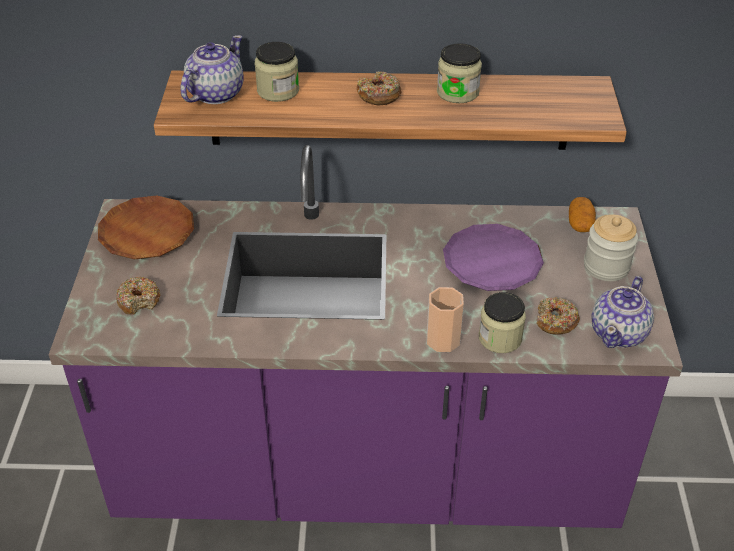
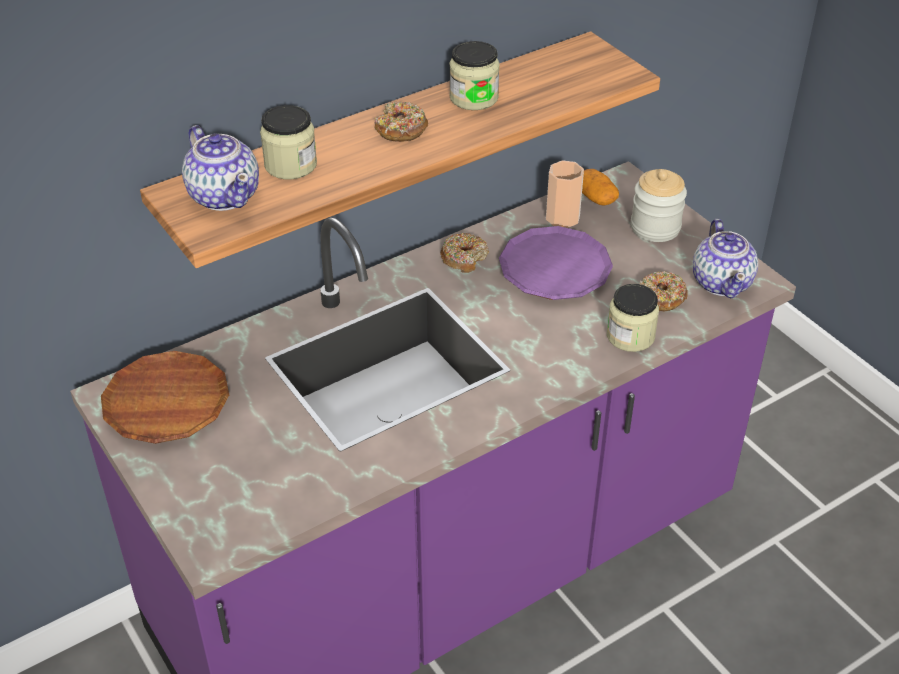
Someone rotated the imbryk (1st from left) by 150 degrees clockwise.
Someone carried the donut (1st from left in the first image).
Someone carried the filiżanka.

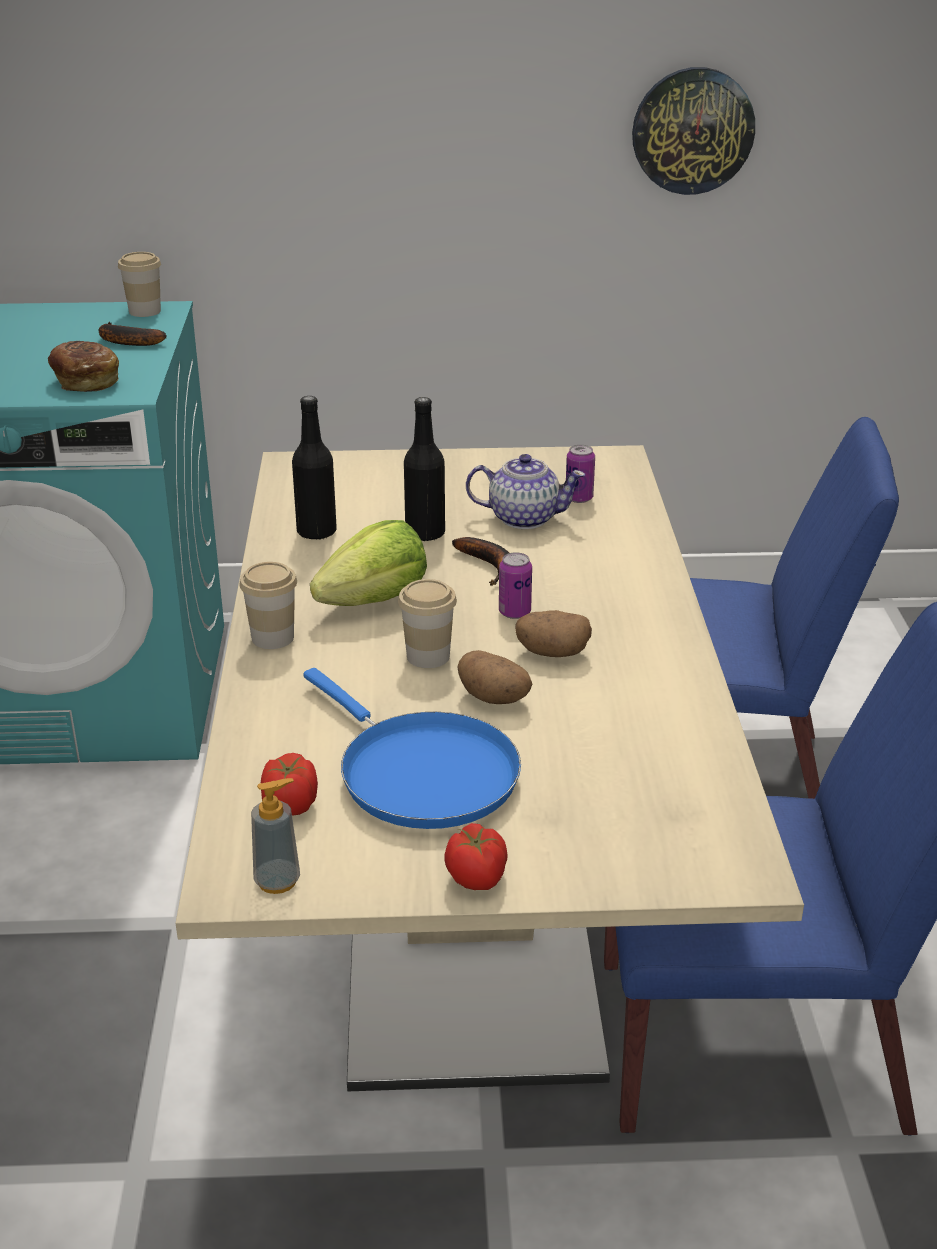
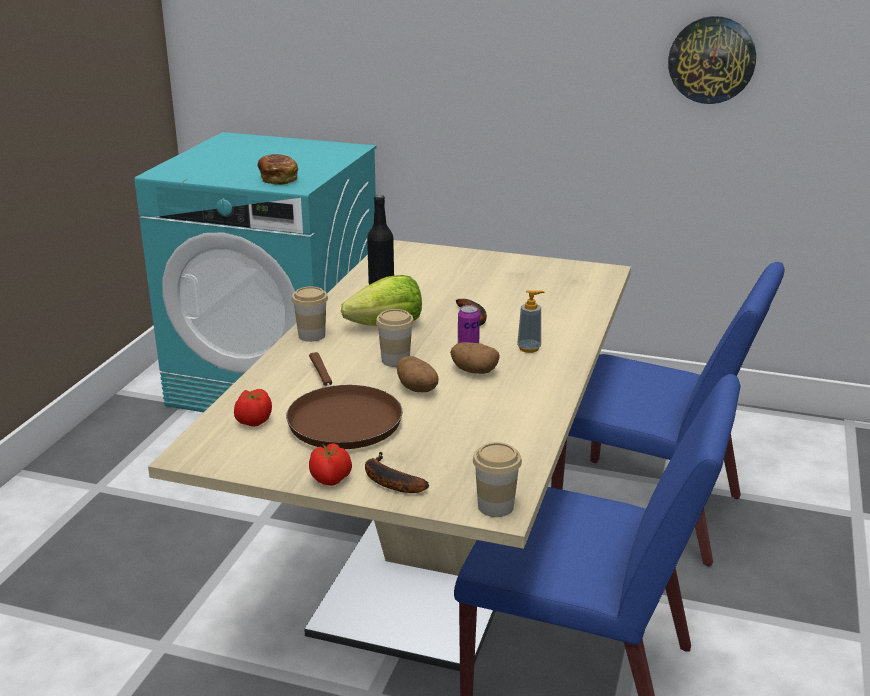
Someone carried the filiżanka (1st from left in the first image).
Someone carried the banan (1st from left).
Someone took away the butelka [czarny] (2nd from left).
Someone took away the puszka (2nd from left).
Someone took away the imbryk.
Someone repainted the patelnia [niebieski], which became the patelnia [brązowy].
Someone carried the dozownik mydła.

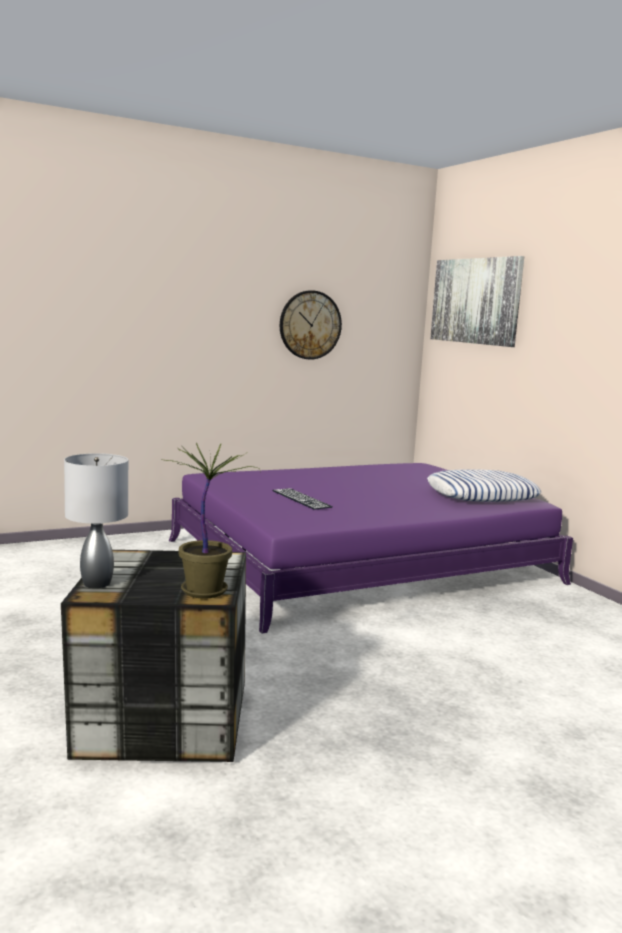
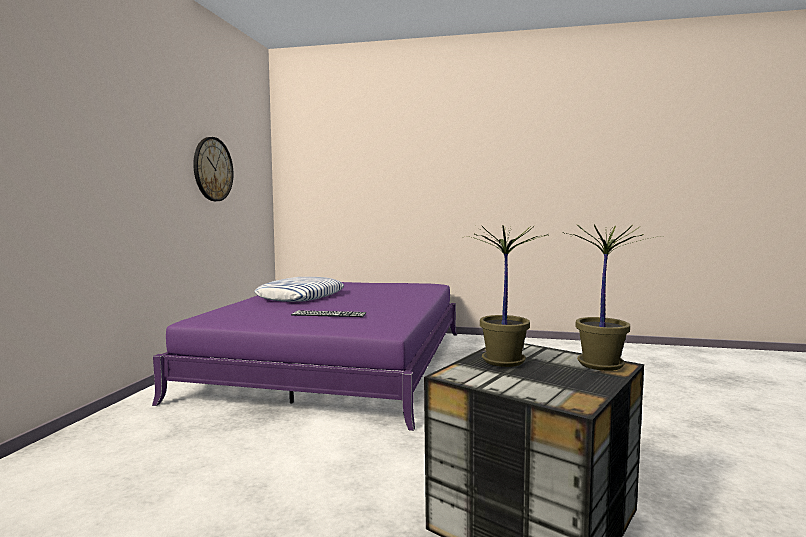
Someone took away the obraz.
Someone took away the lampa stołowa [szary].
Someone carried the poduszka.
Someone put down the roślina doniczkowa (1st from left).

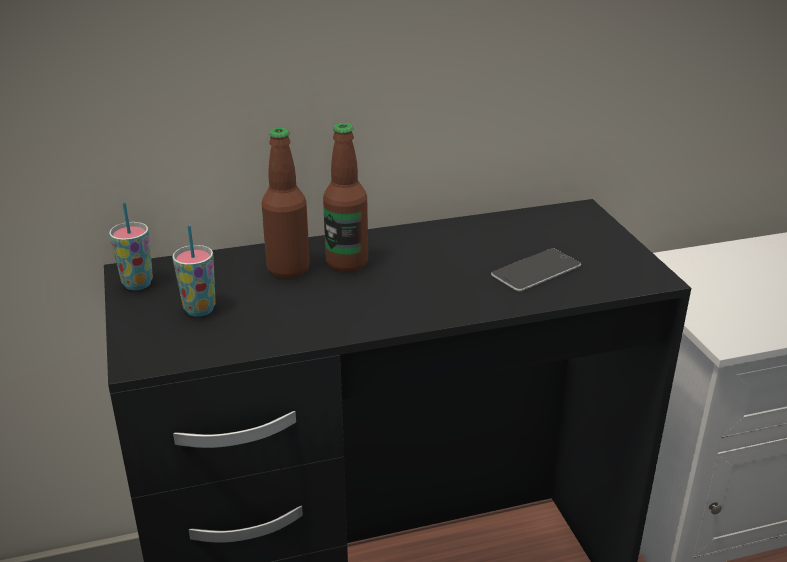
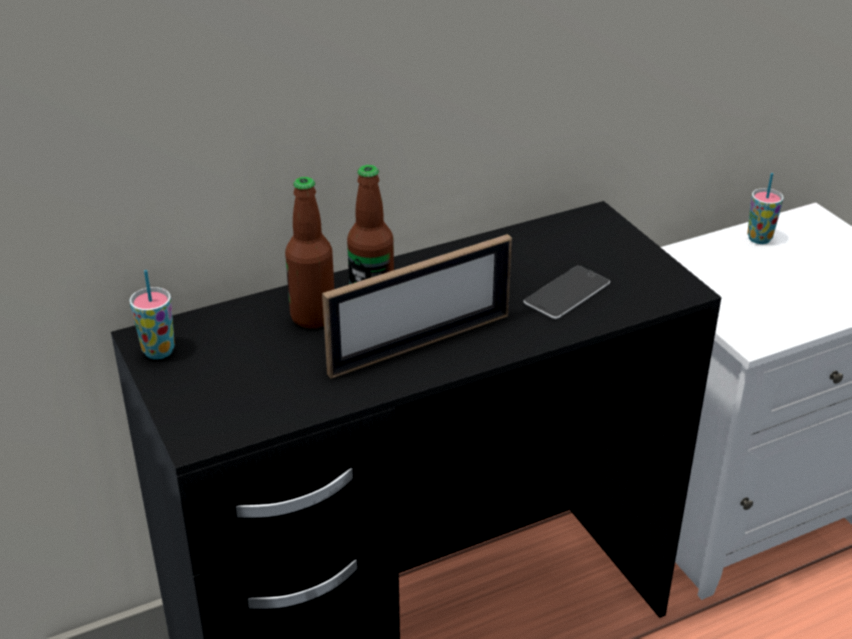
Someone carried the filiżanka (2nd from left).
Someone put down the ramka na zdjęcie.

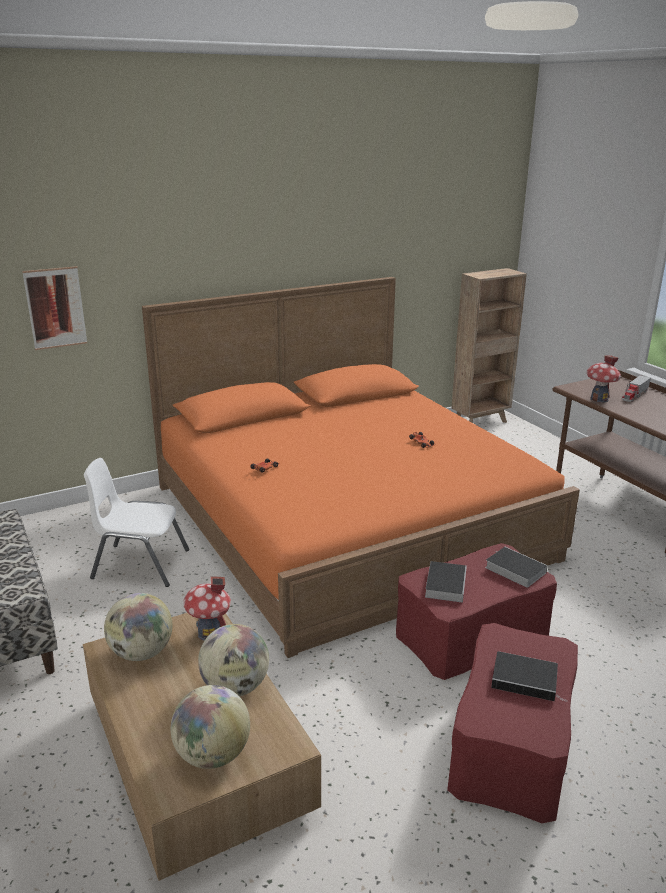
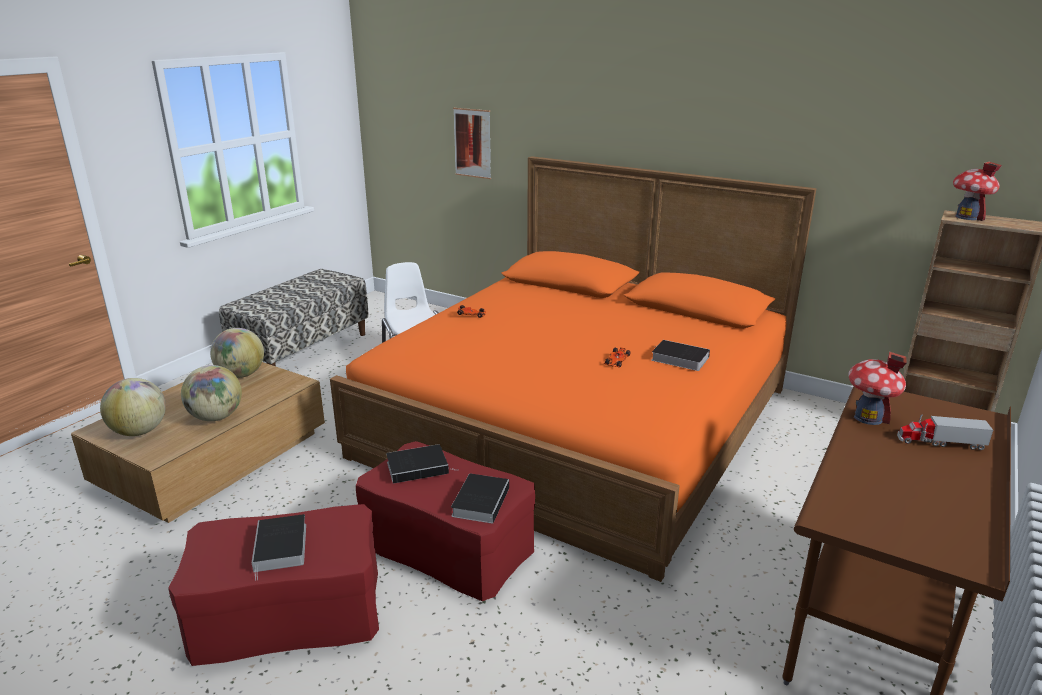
Someone carried the domek (1st from left in the first image).
Someone put down the książka (4th from left).

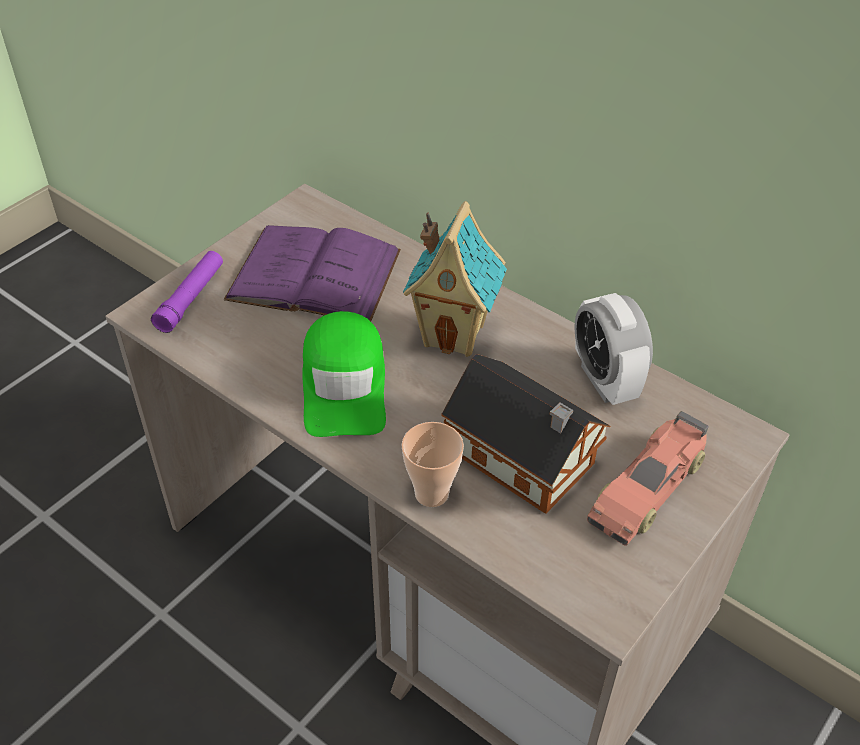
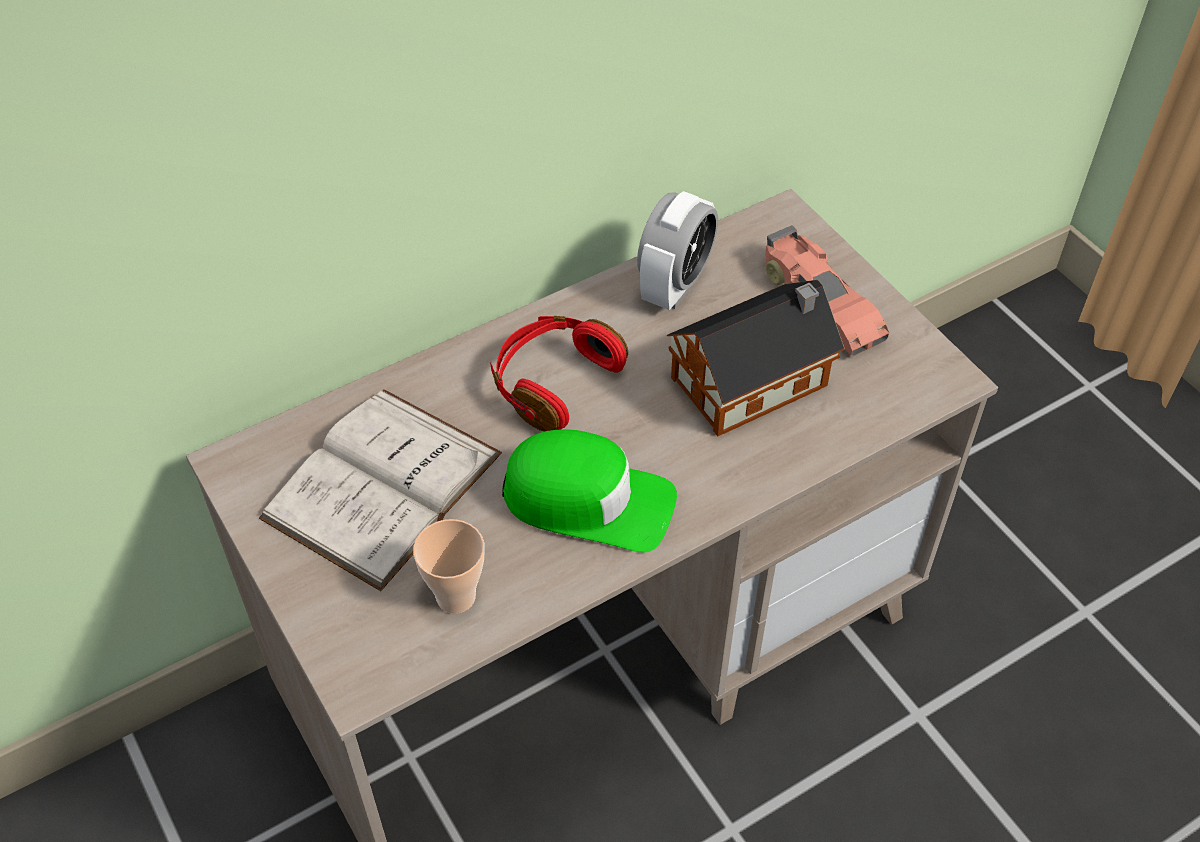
Someone swapped the domek (1st from left) for the słuchawki [czerwony].
Someone repainted the książka [fioletowy], which became the książka [biały].
Someone took away the latarka [fioletowy].
Someone rotated the budzik by 60 degrees counterclockwise.
Someone carried the filiżanka.

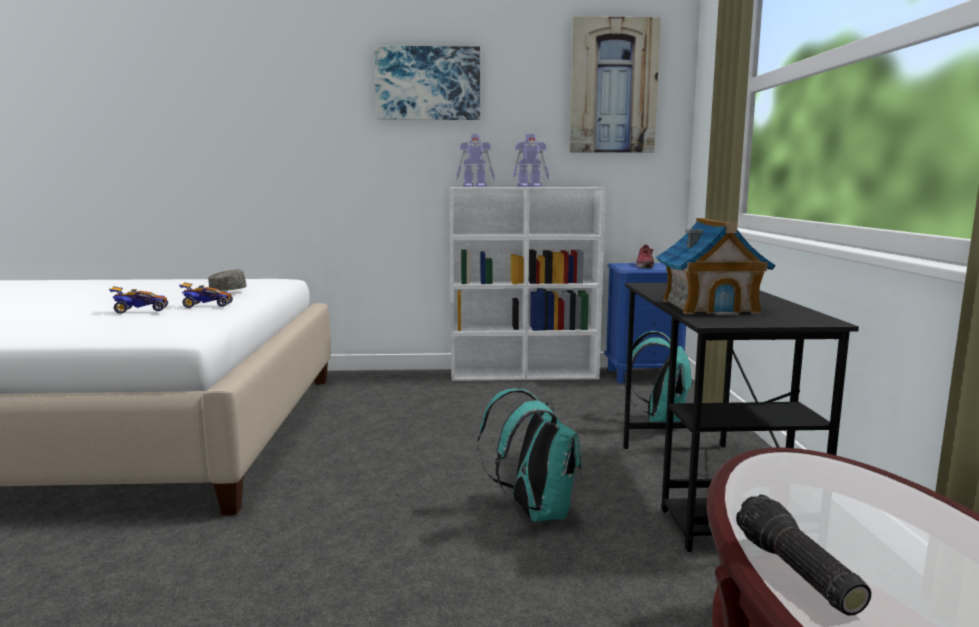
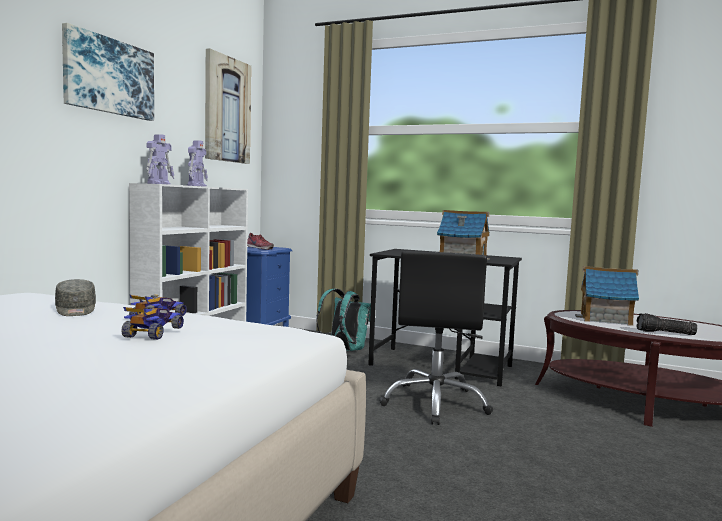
Someone swapped the plecak [turkusowy] (1st from left) for the krzesło biurowe [czarny].
Someone put down the domek (2nd from left).

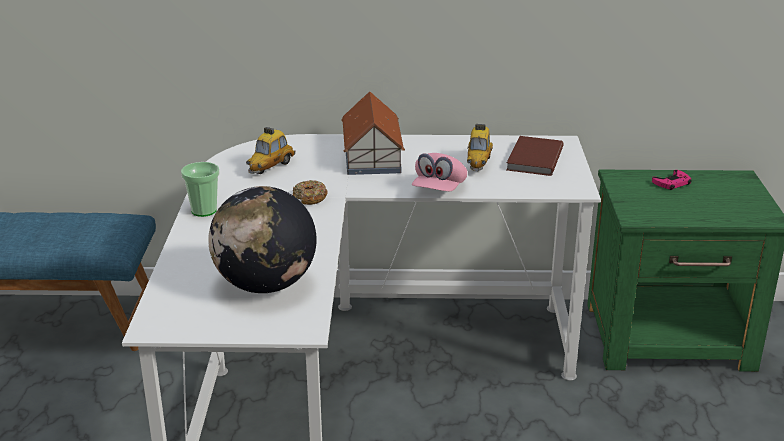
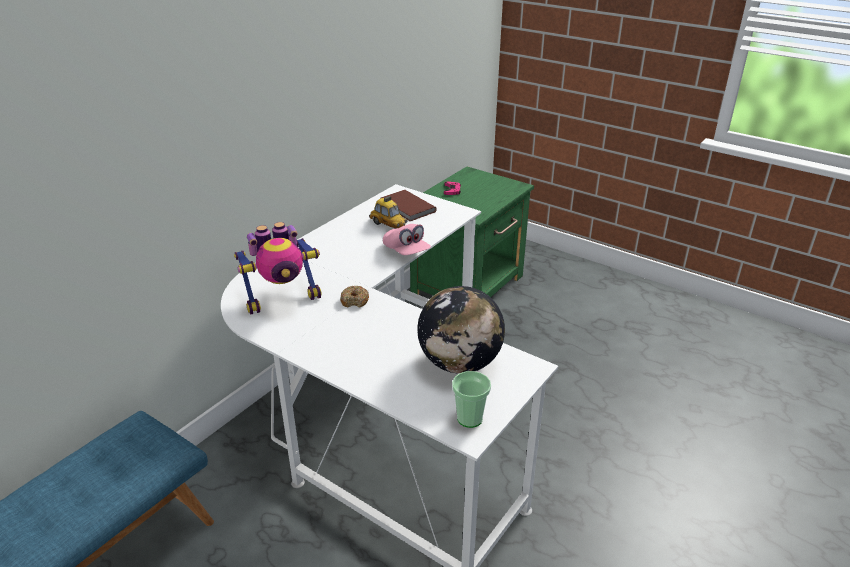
Someone took away the domek.
Someone swapped the samochodzik (1st from left) for the robot zabawkowy.
Someone carried the filiżanka.

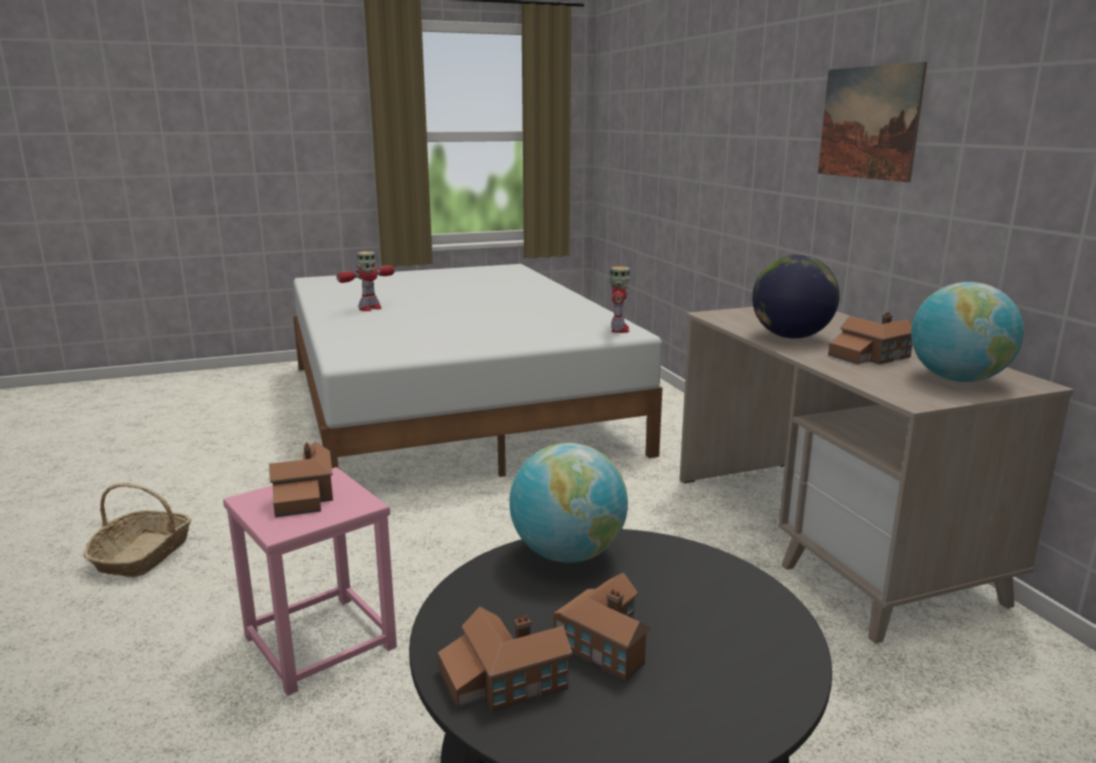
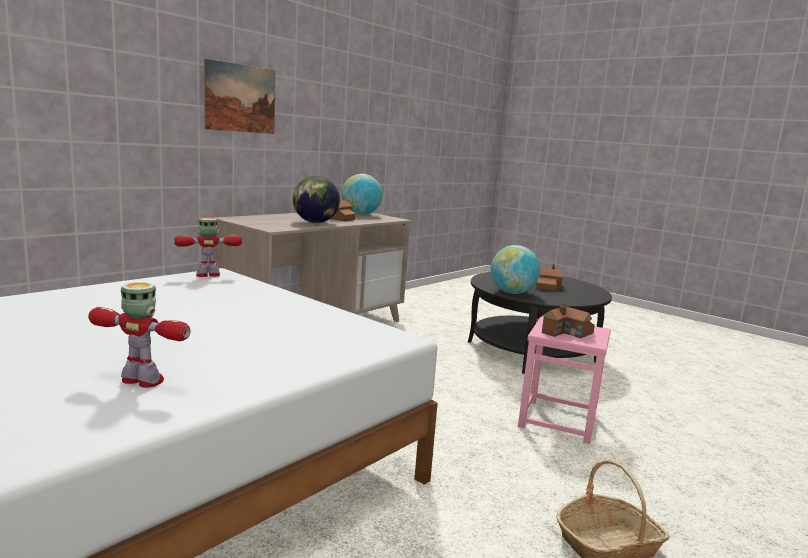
Someone took away the domek (2nd from left).

